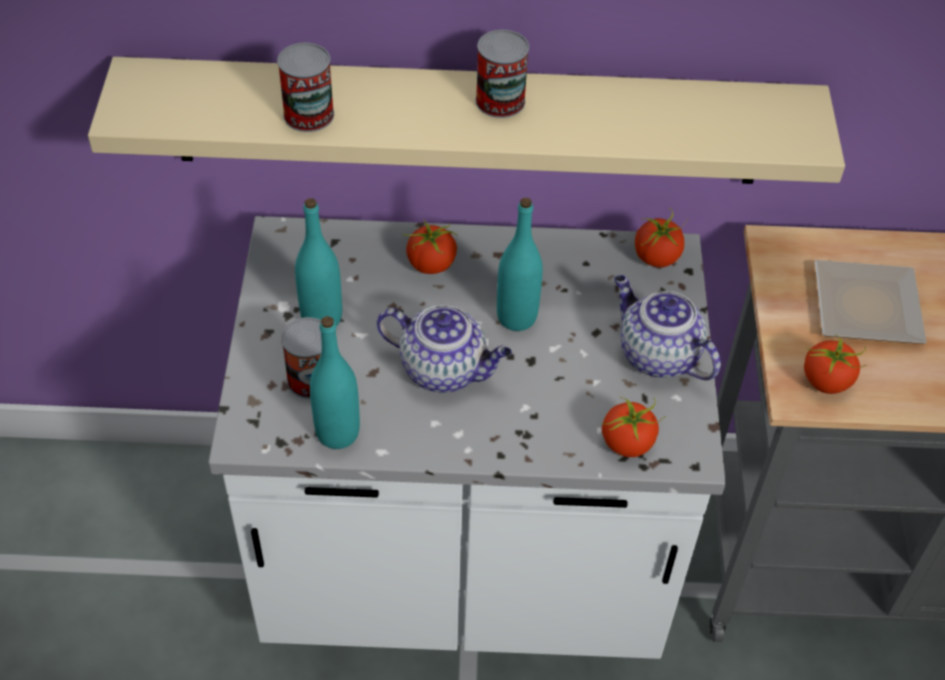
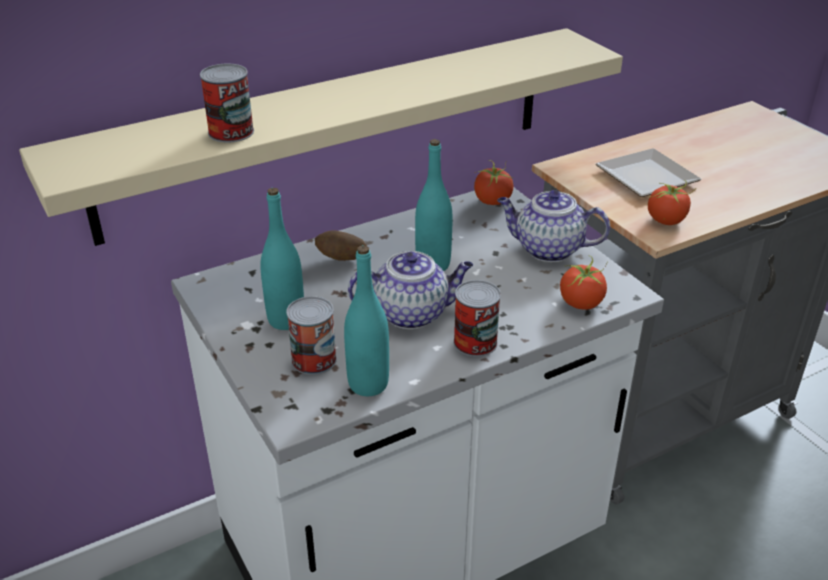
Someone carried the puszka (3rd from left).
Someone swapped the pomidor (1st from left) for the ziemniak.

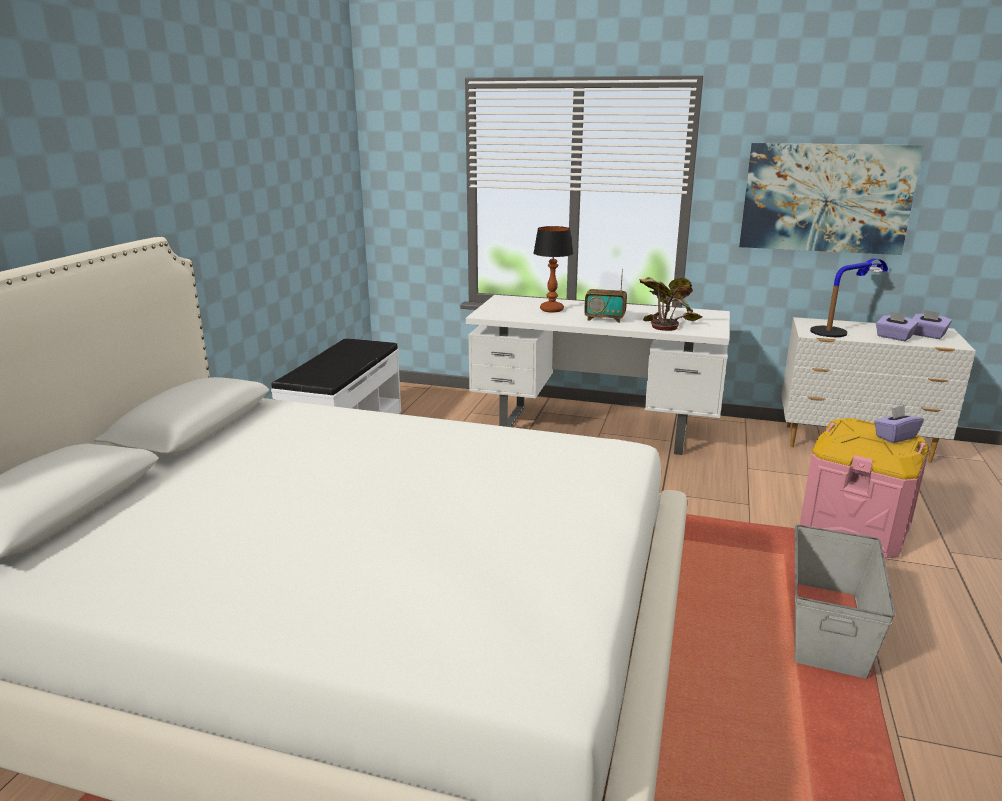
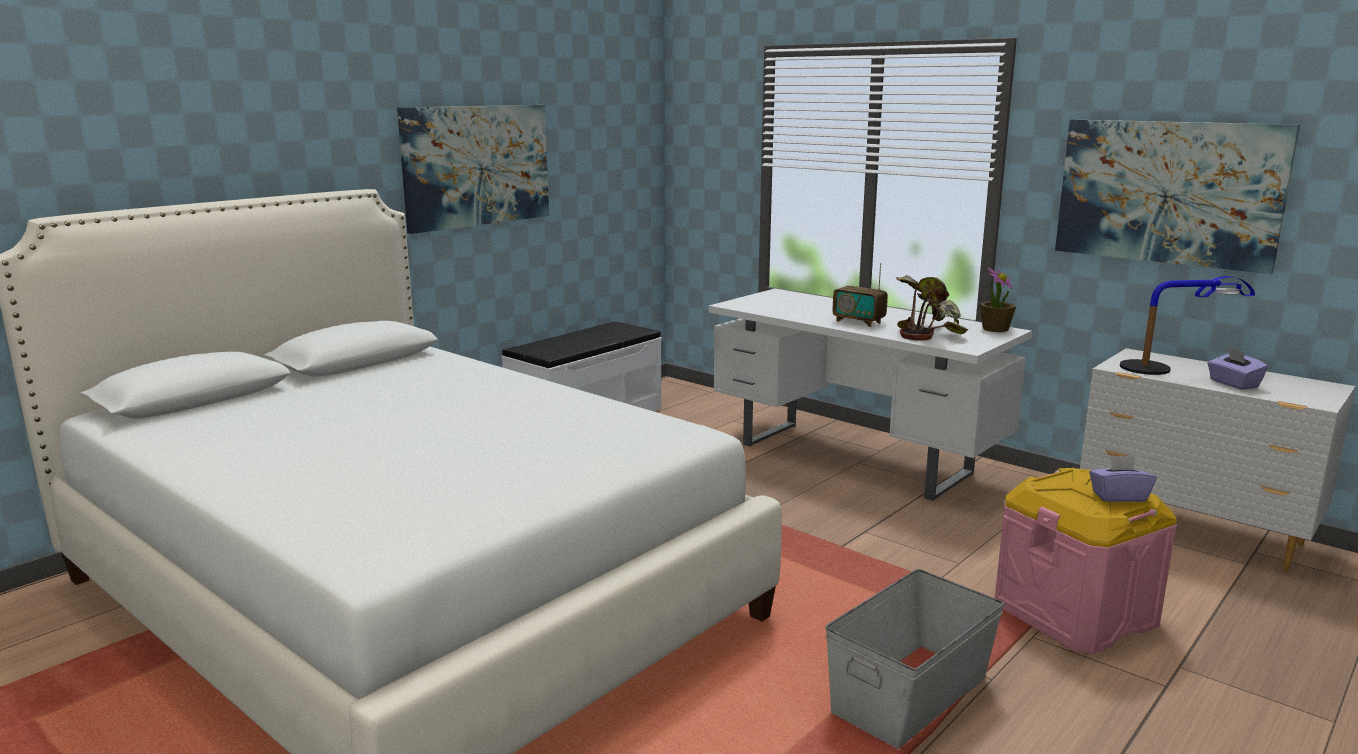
Someone took away the lampa stołowa (1st from left).
Someone took away the pudełko chusteczek [fioletowy] (3rd from left).
Someone put up the obraz (1st from left).
Someone put down the roślina doniczkowa (2nd from left).

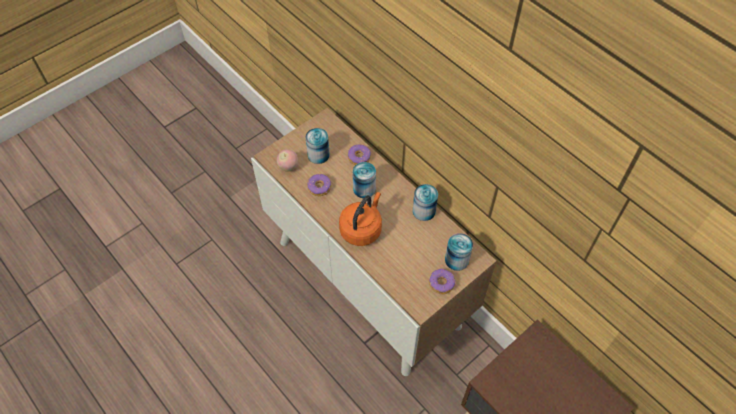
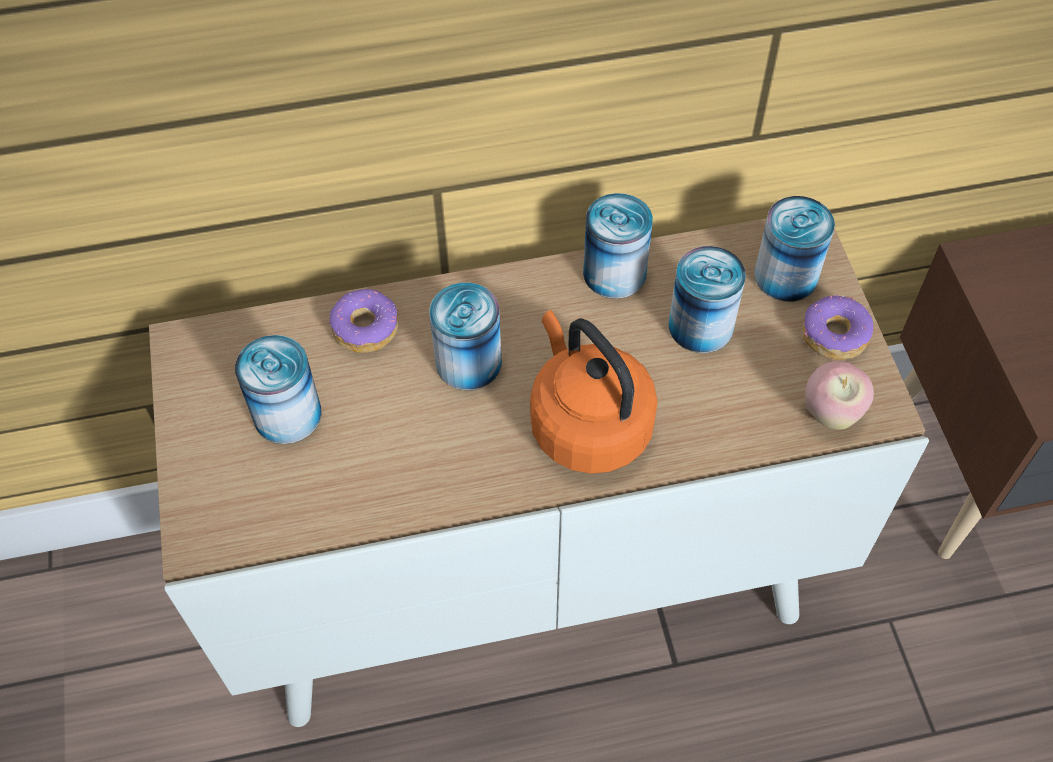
Someone carried the jabłko.
Someone took away the donut (1st from left).
Someone put down the puszka (4th from left).

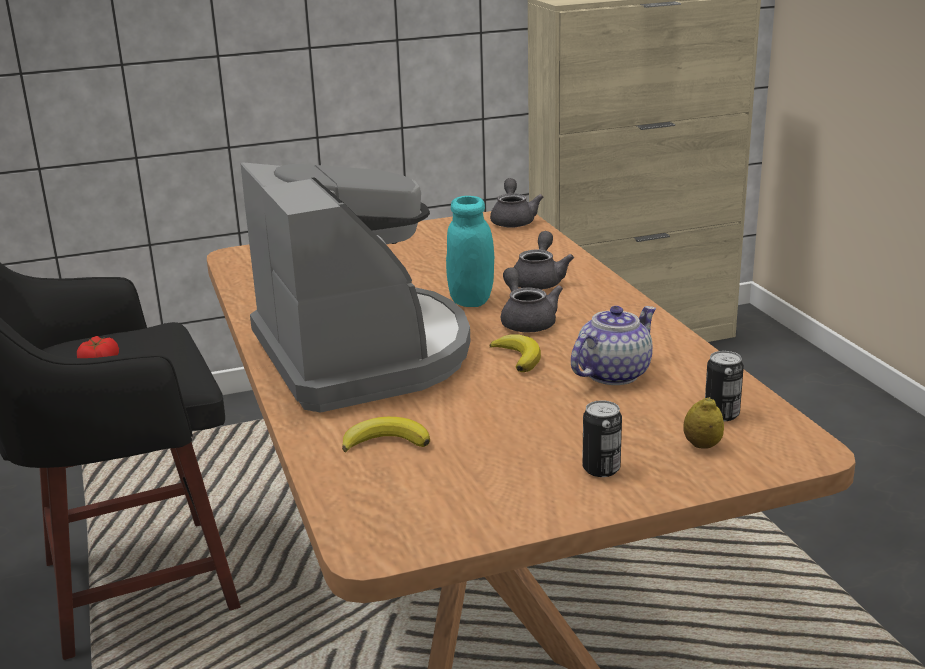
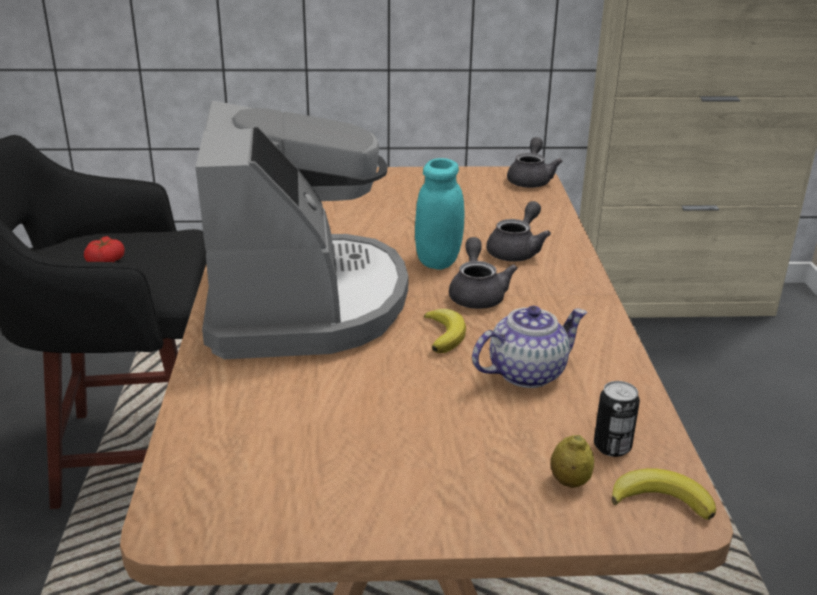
Someone took away the puszka (1st from left).
Someone carried the banan (1st from left in the first image).

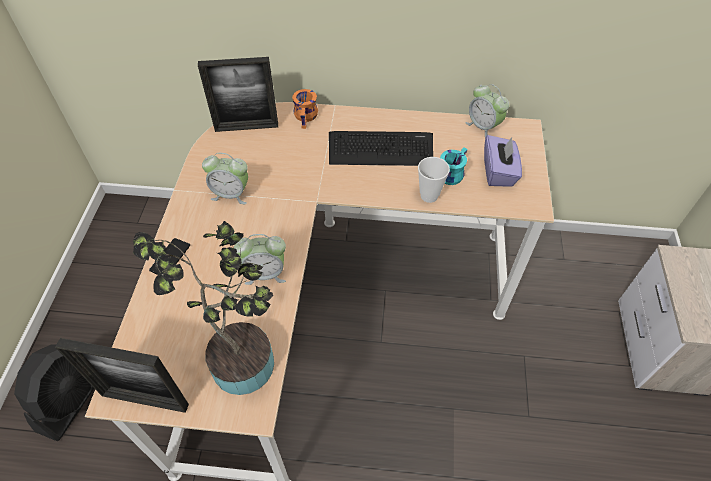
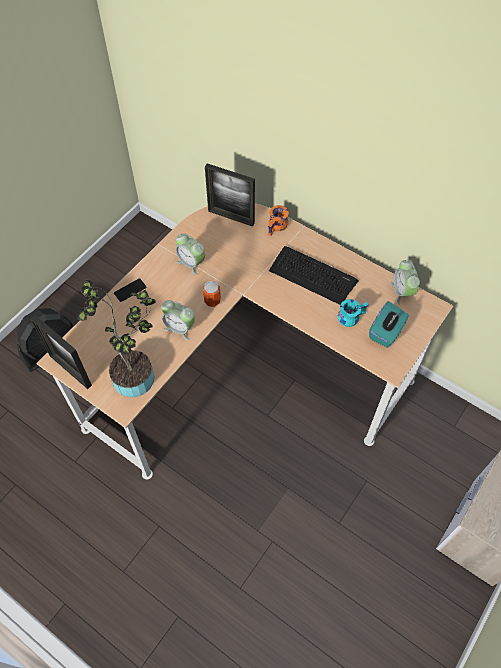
Someone repainted the pudełko chusteczek [fioletowy], which became the pudełko chusteczek [turkusowy].
Someone took away the filiżanka.
Someone put down the puszka.

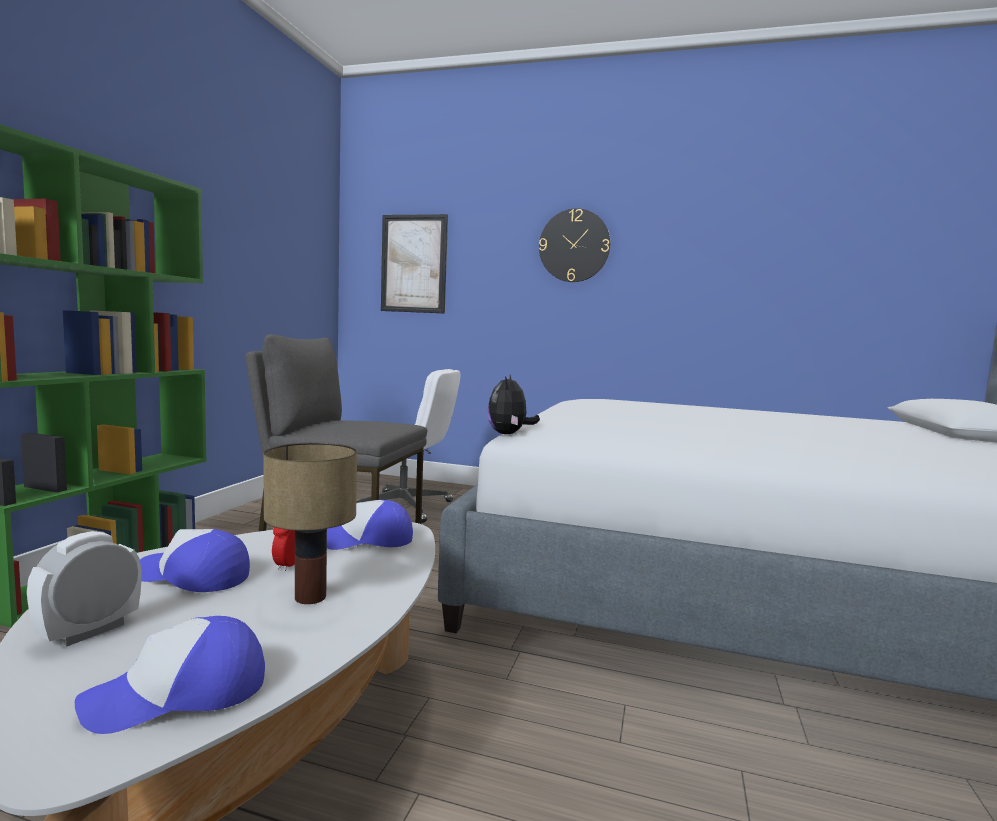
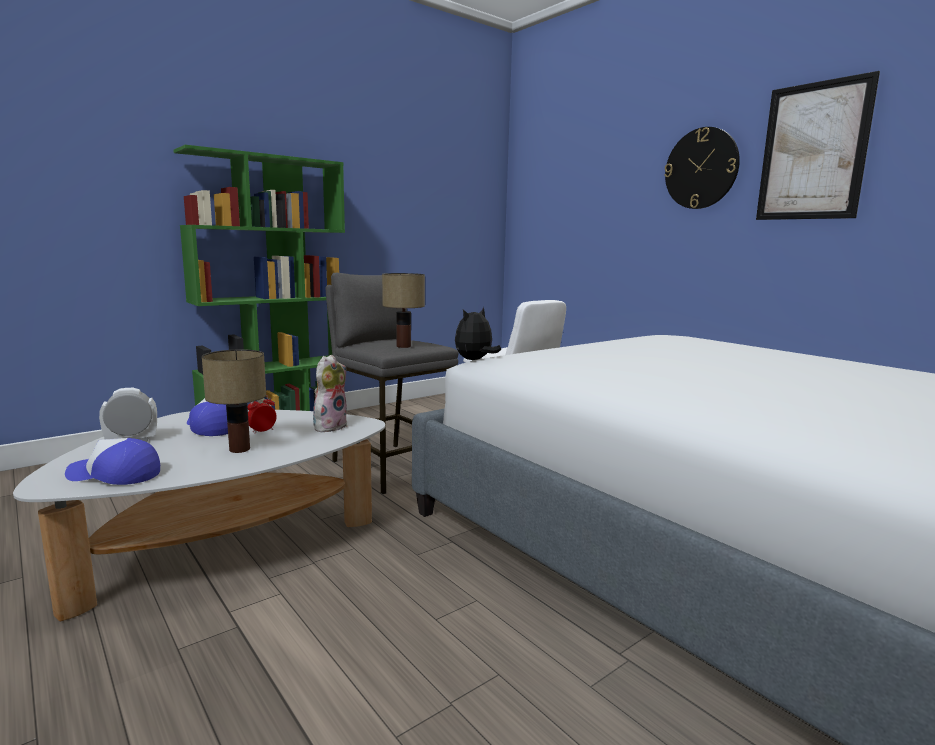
Someone carried the obraz.
Someone swapped the czapka z daszkiem (3rd from left) for the pluszak (1st from left).
Someone put down the lampa stołowa (2nd from left).

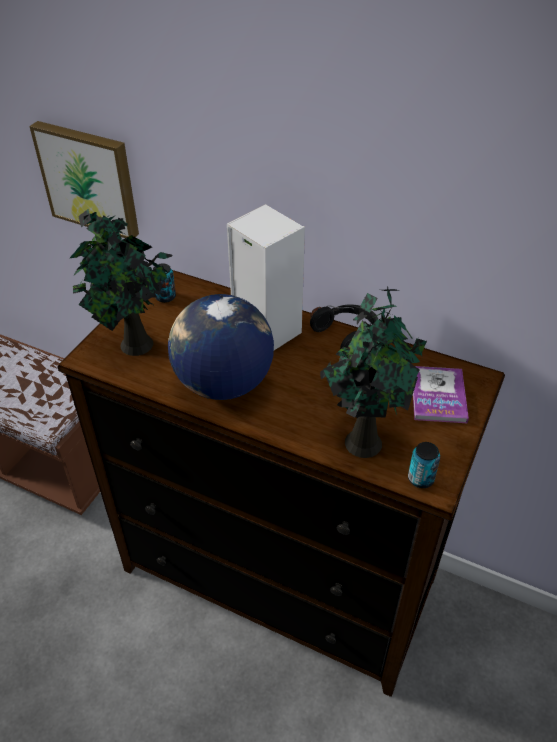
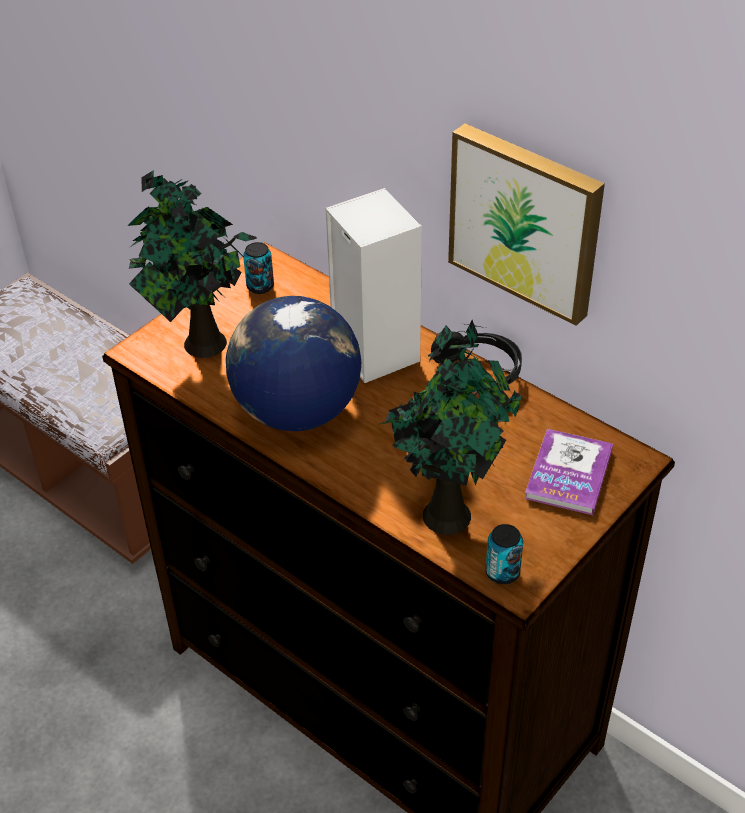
Someone carried the obraz.

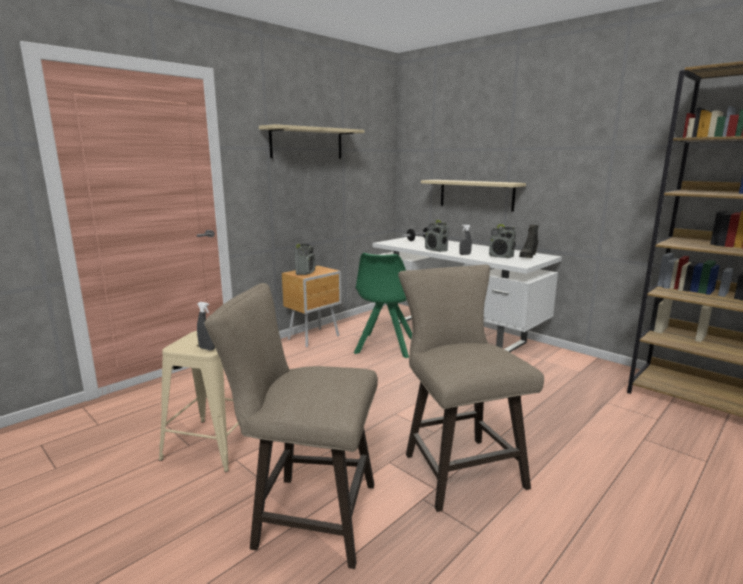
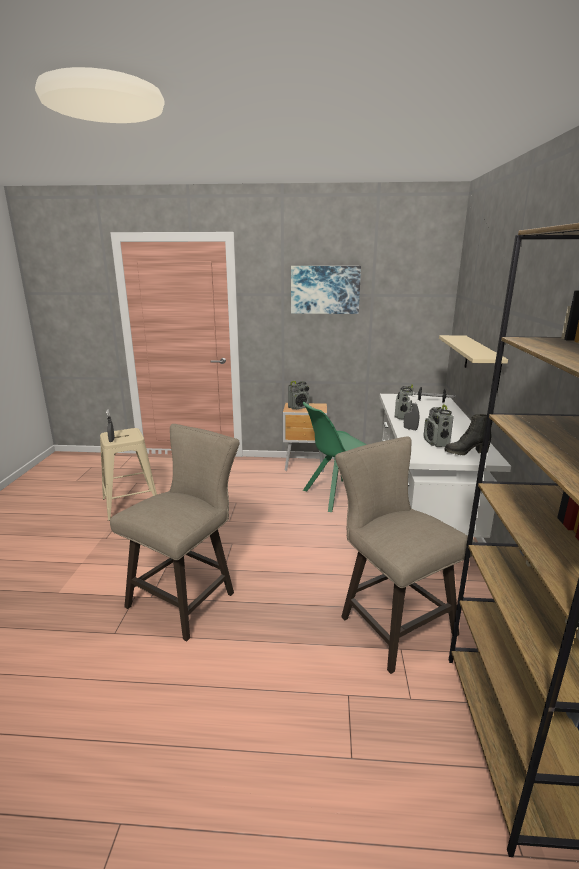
Someone swapped the półka [beżowy] (1st from left) for the obraz.
Someone carried the stołek [beżowy] (2nd from left in the first image).

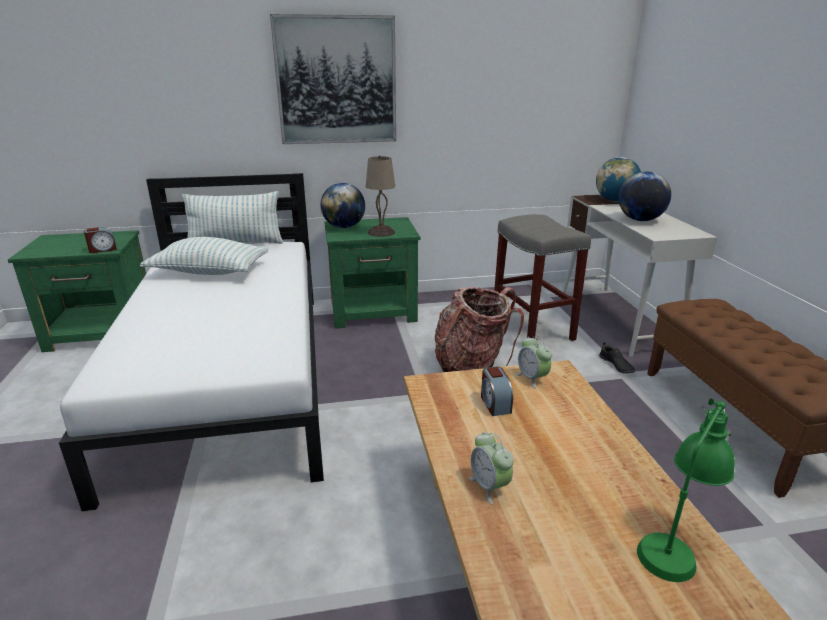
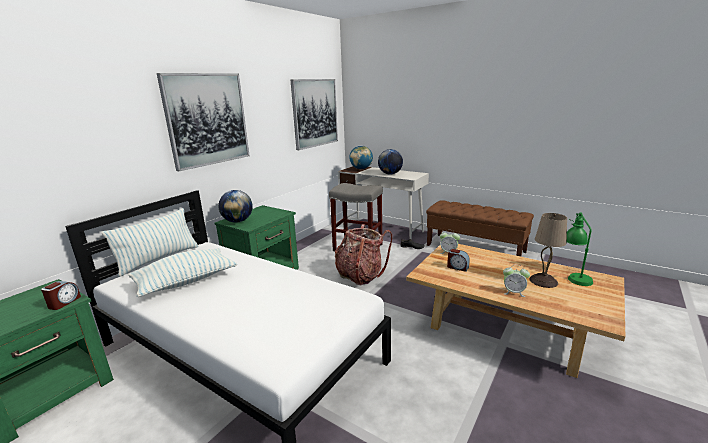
Someone carried the lampa stołowa [beżowy].
Someone put up the obraz (2nd from left).

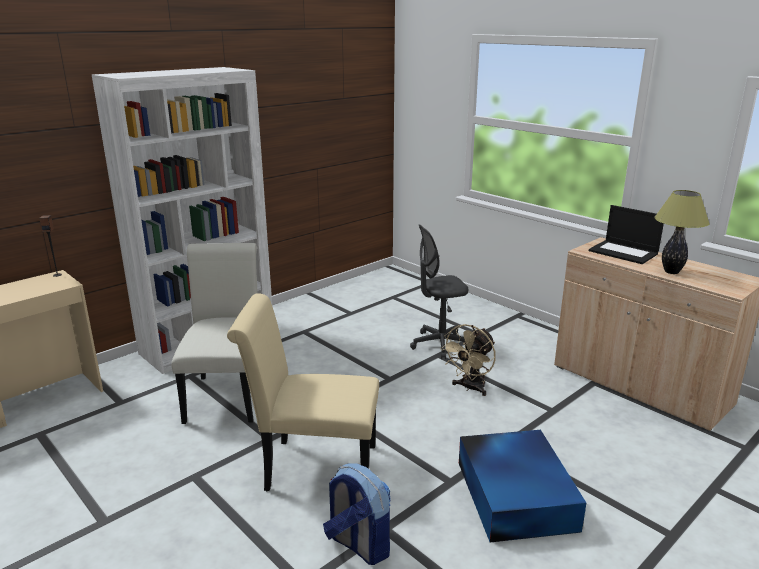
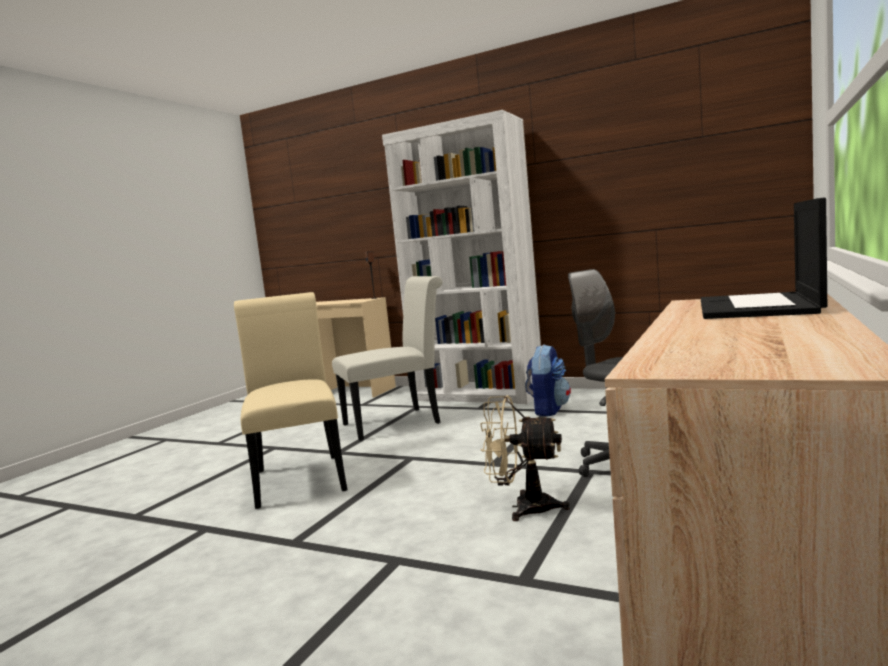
Someone took away the lampa stołowa.
Someone took away the pojemnik do przechowywania [niebieski].
Someone carried the plecak.

